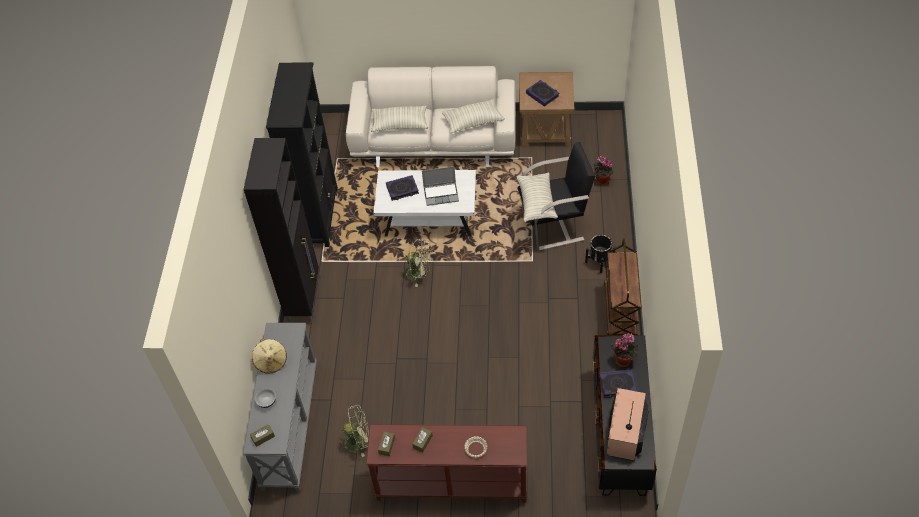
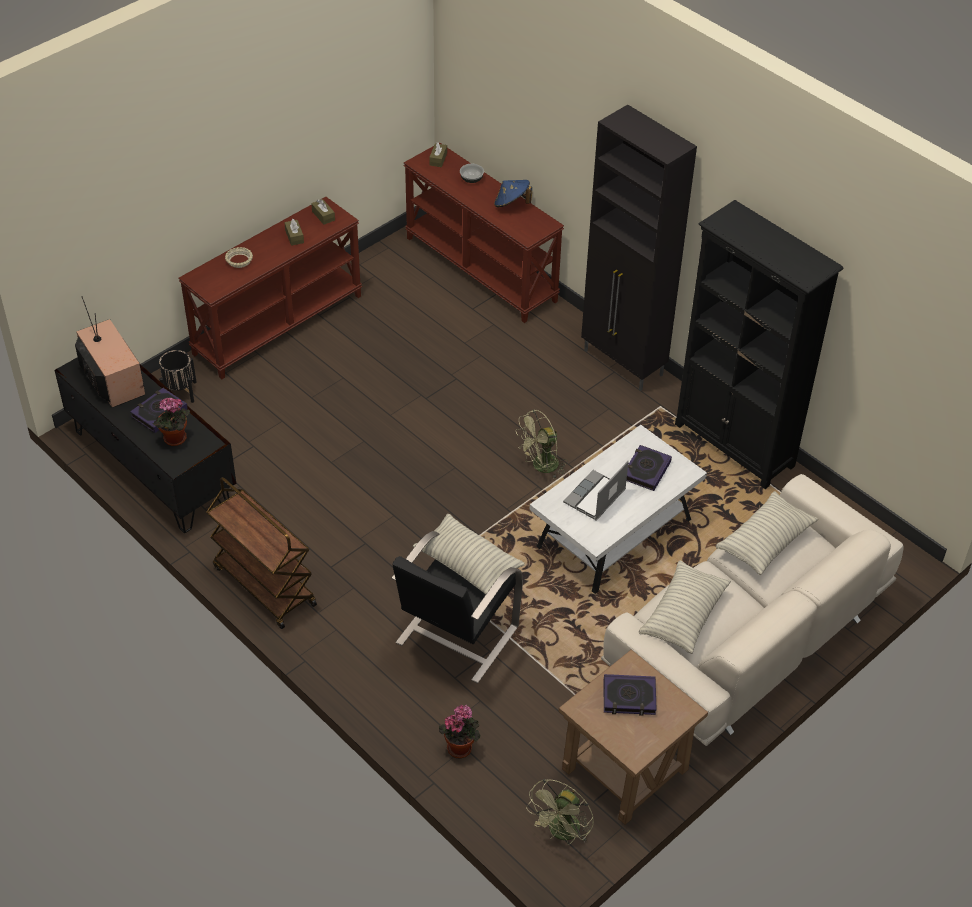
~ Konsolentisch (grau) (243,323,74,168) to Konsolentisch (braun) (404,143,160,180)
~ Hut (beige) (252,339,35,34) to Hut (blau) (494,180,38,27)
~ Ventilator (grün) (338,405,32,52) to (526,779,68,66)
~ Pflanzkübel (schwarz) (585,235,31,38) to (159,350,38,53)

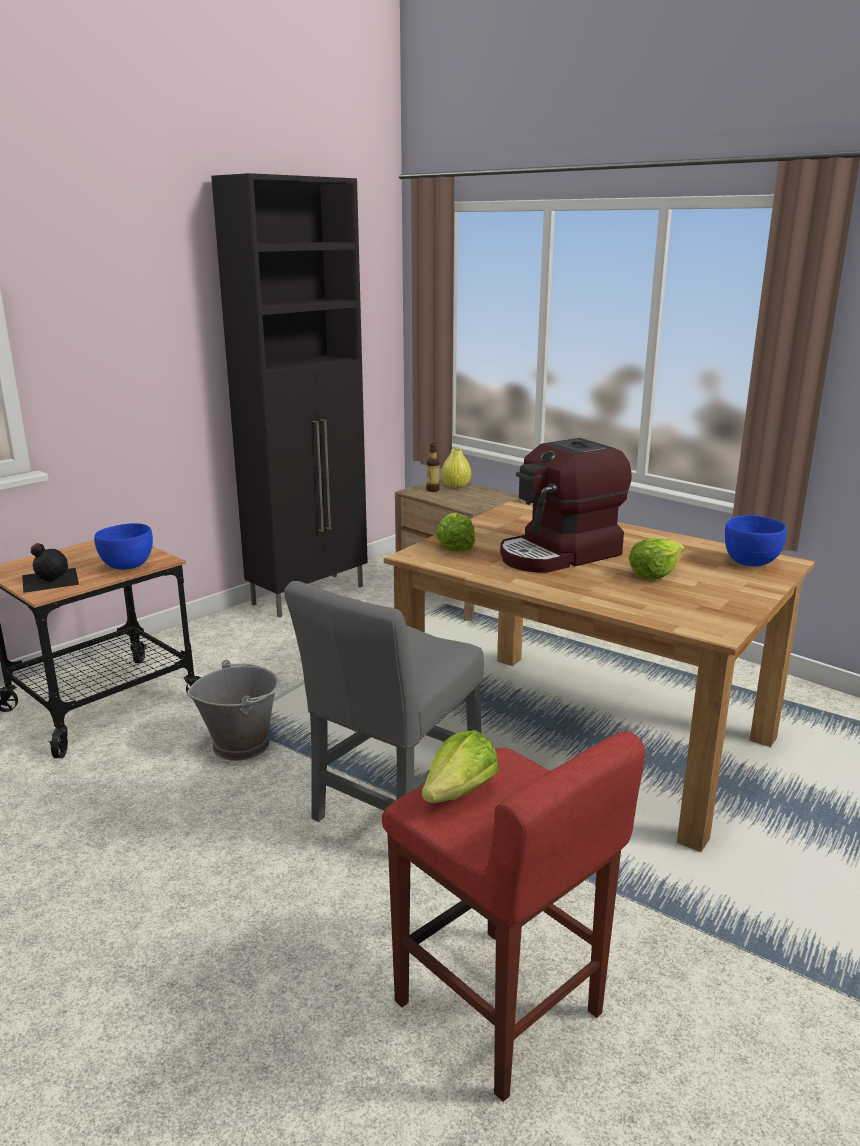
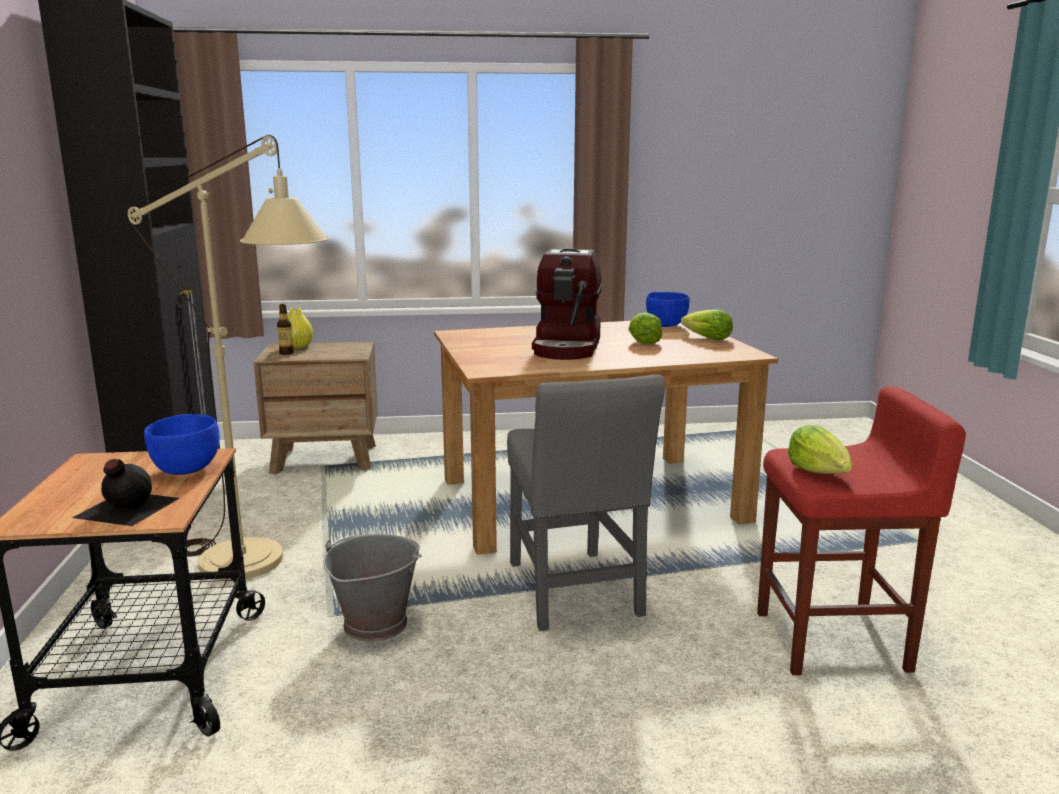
~ Salatkopf (435,513,40,39) to (681,310,52,30)
+ Stehlampe (beige) (128,135,201,445)

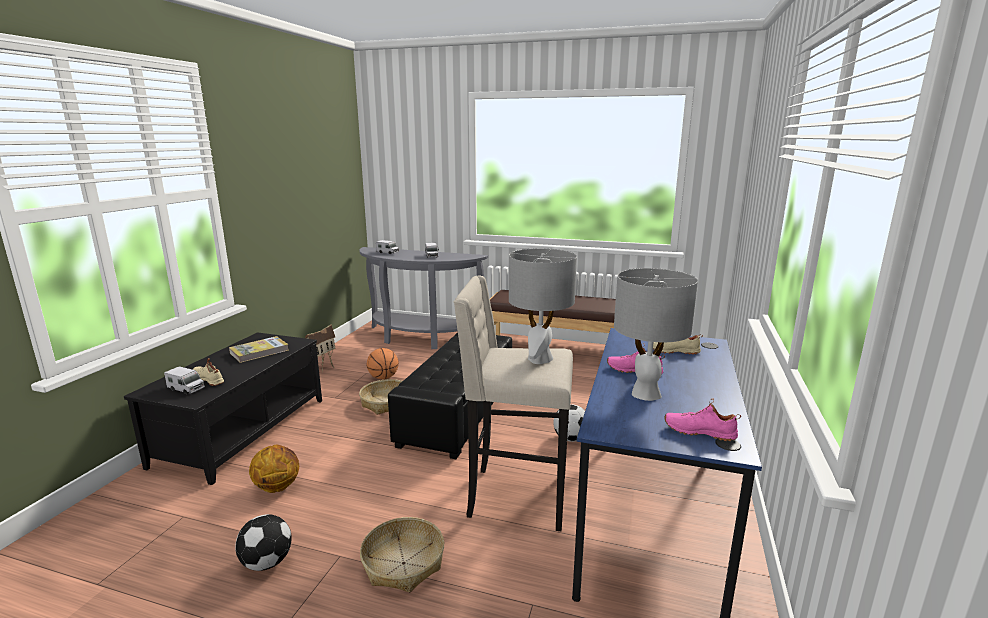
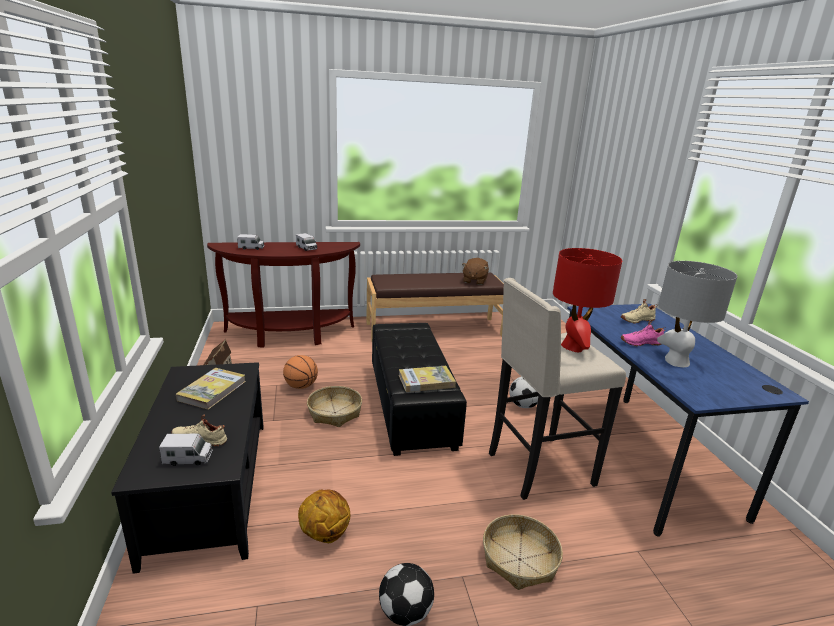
~ Konsolentisch (grau) (359,247,129,102) to Konsolentisch (braun) (207,242,153,106)
~ Tischlampe (grau) (509,248,68,116) to Tischlampe (rot) (553,248,69,104)
- Schuh (rosa) (665,399,76,42)
+ Buch (399,366,57,26)
+ Plüschtier (braun) (462,258,27,27)

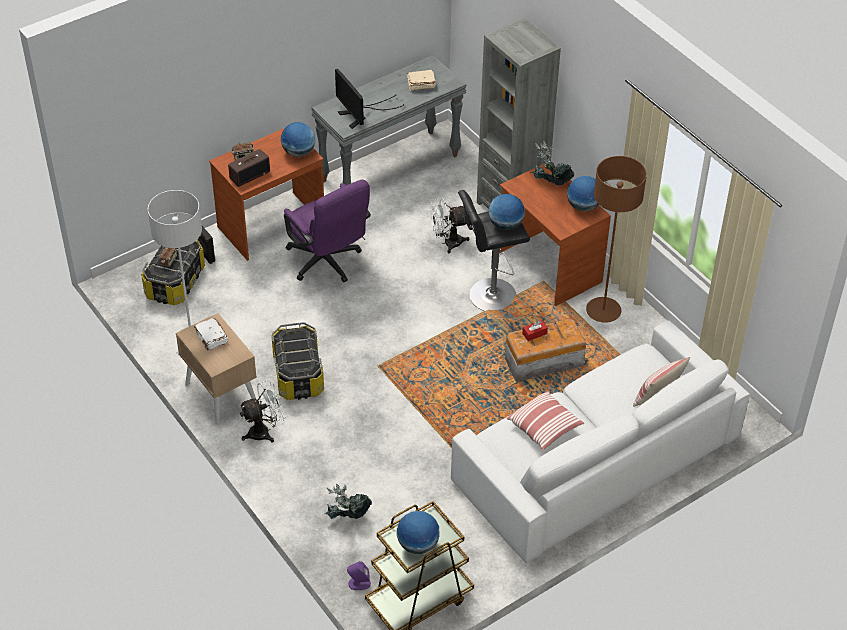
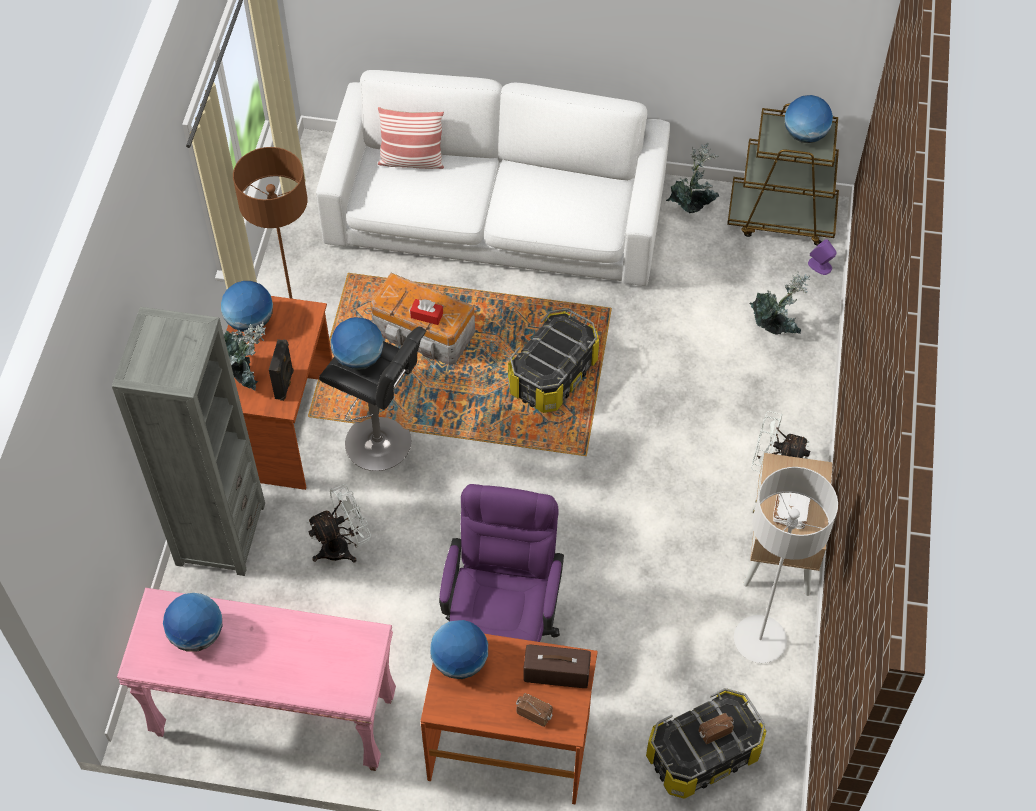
~ Lautsprecher (schwarz) (198,226,17,38) to (269,339,25,62)
~ Aufbewahrungsbox (271,322,53,78) to (508,308,91,105)
~ Konsolentisch (grau) (311,55,155,130) to Konsolentisch (rosa) (117,588,279,183)
- Monitor (335,69,69,60)
~ Buch (beige) (407,70,29,21) to Globus (163,593,59,59)
~ Ventilator (weiß) (430,198,39,55) = (307,484,64,79) 60 degrees counterclockwise
- Kissen (507,391,77,60)
+ Topfpflanze (666,143,53,71)

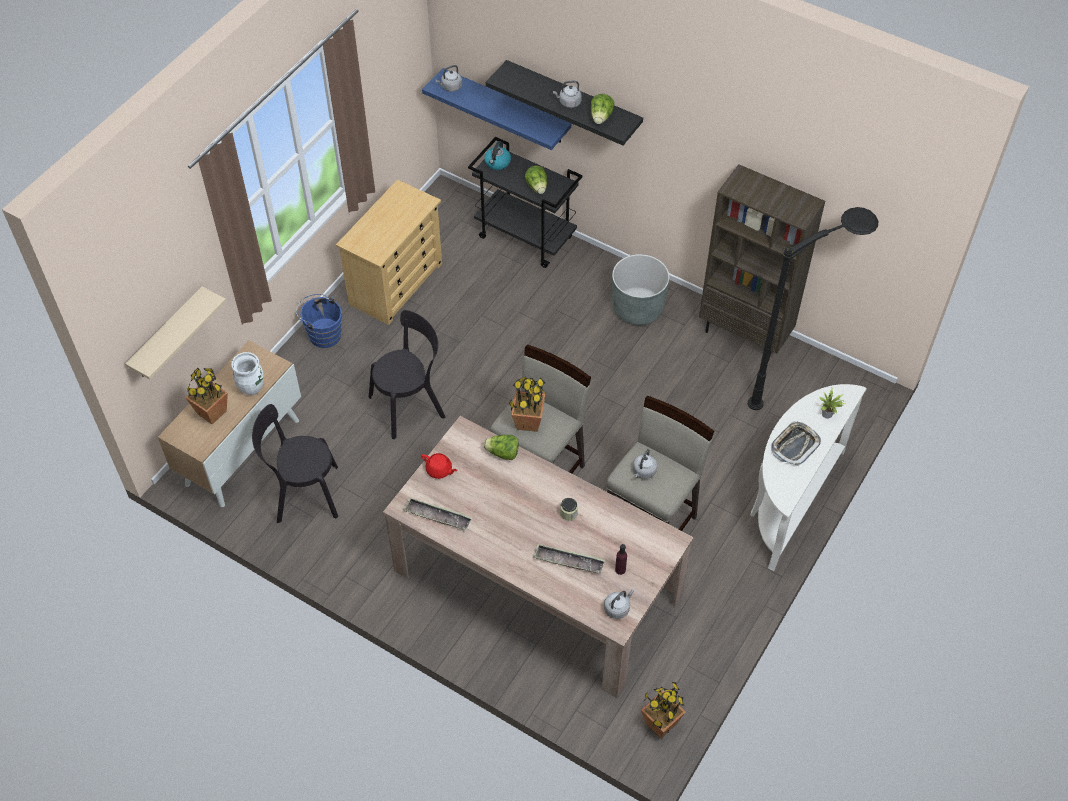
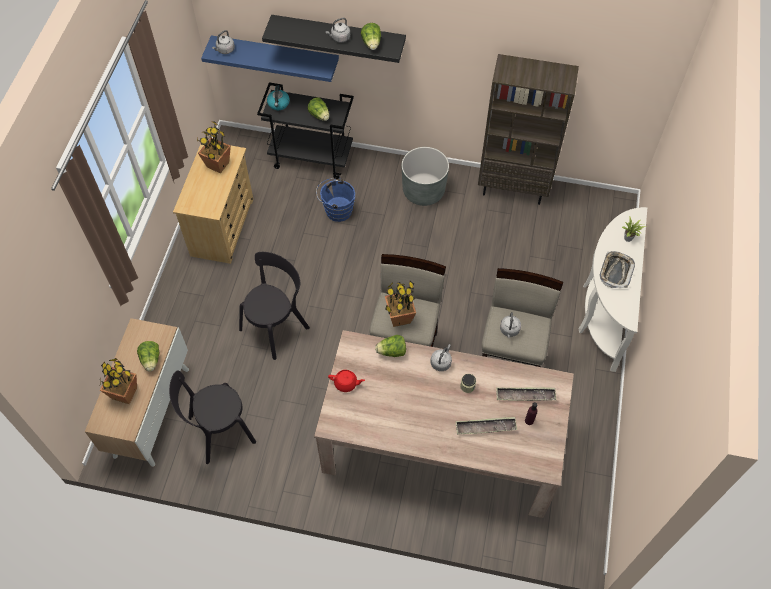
- Wandregal (beige) (125,287,101,92)
~ Vase (weiß) (231,352,33,43) to Salatkopf (137,341,23,30)
~ Eimer (blau) (296,294,46,54) to (316,178,39,44)
~ Tablett (403,497,69,33) to (496,387,60,14)
~ Wasserkessel (grau) (604,589,30,30) to (431,344,21,27)
~ Topfpflanze (641,682,45,56) to (197,122,34,51)
- Stehlampe (schwarz) (748,207,130,203)

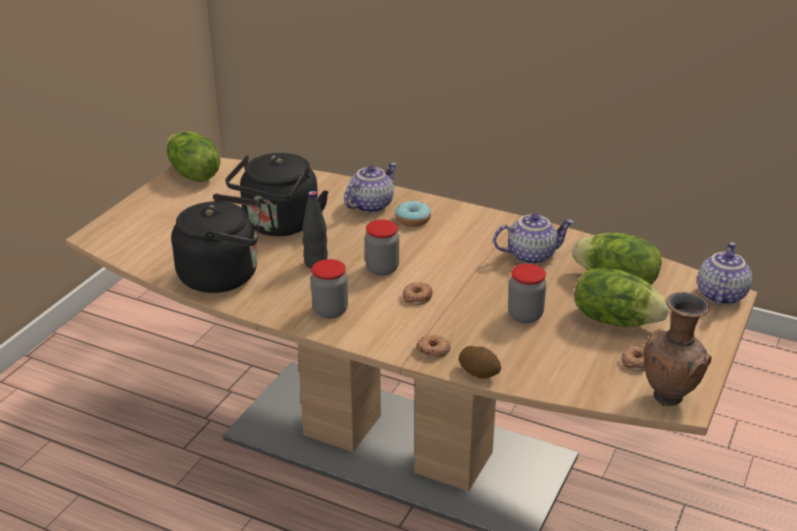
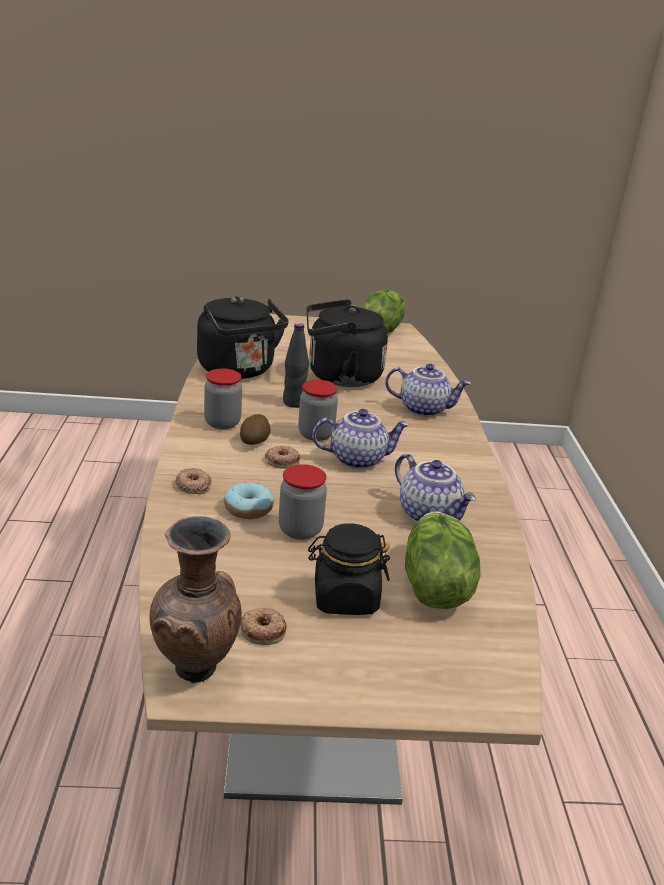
~ Donut (395,201,36,26) to (224,482,50,37)
~ Kartoffel (459,346,42,33) to (240,414,31,31)
~ Salatkopf (575,268,94,59) to Vorratsglas (schwarz) (308,523,82,92)
~ Teekanne (697,242,55,63) to (312,409,97,60)

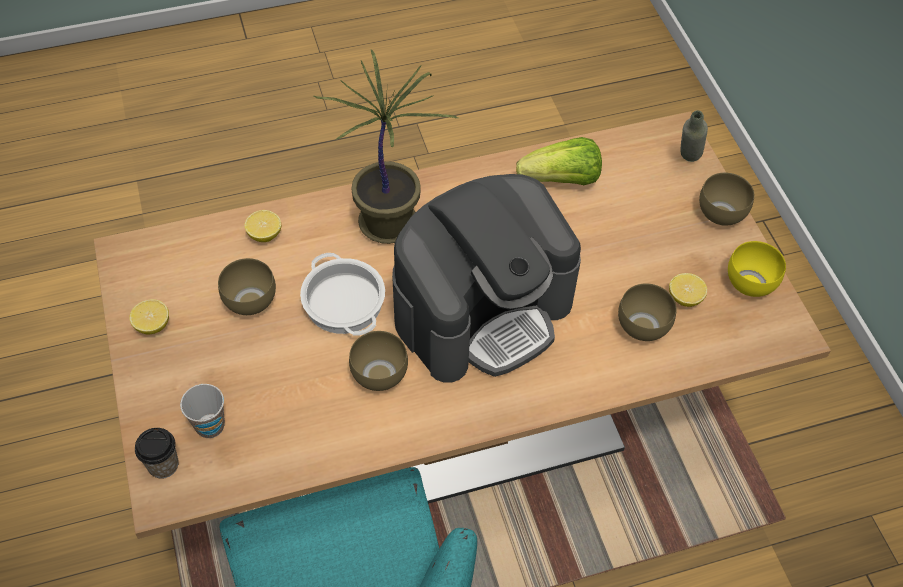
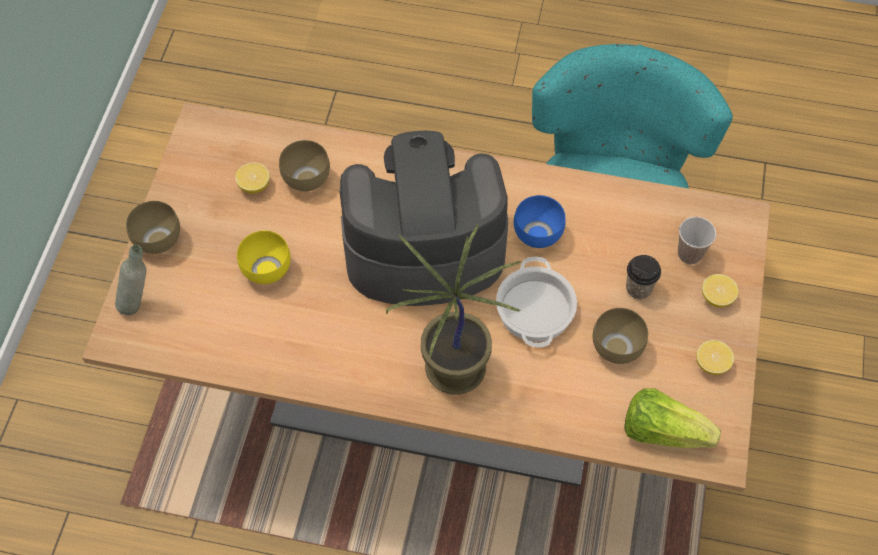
~ Tasse (135,428,44,51) to (626,255,35,44)
~ Zitrone (245,210,36,32) to (702,274,37,33)
~ Schüssel (braun) (349,331,59,60) to Schüssel (blau) (514,195,52,53)
~ Salatkopf (516,137,86,48) to (624,388,97,60)
~ Schüssel (gelb) (728,241,58,56) to (237,230,54,54)

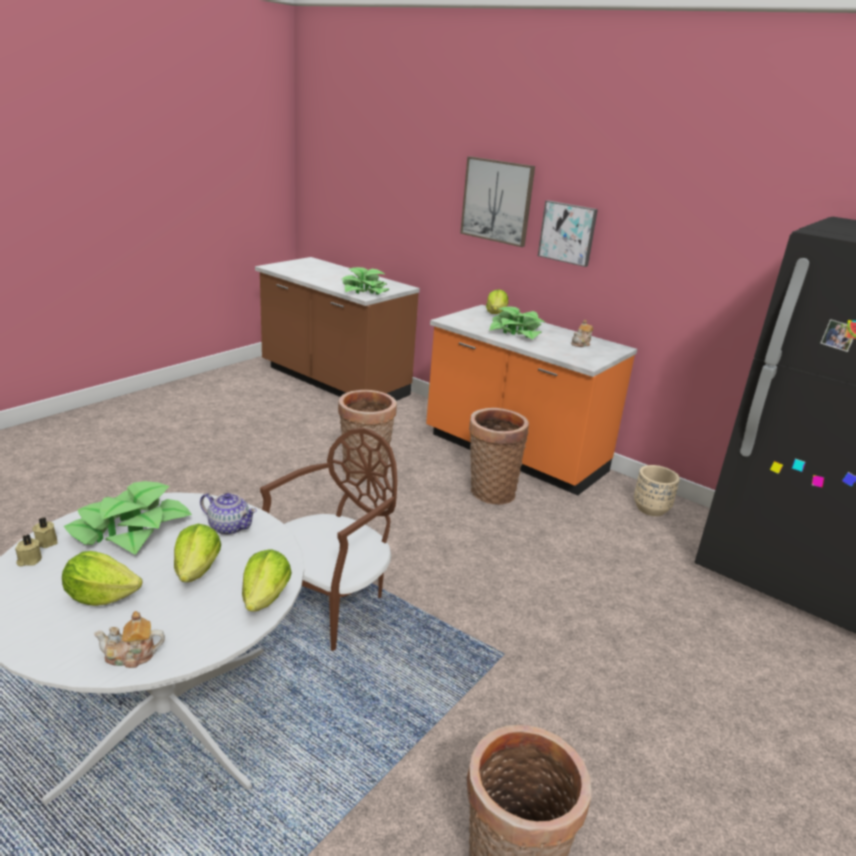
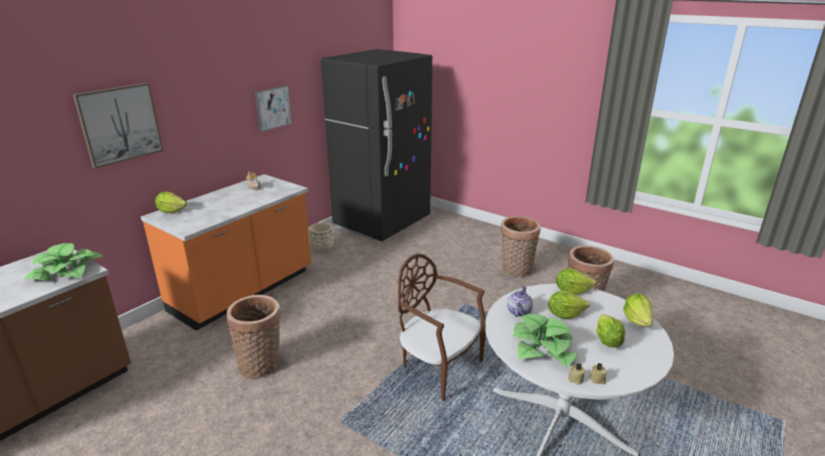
~ Teekanne (94,611,71,57) to Salatkopf (623,293,31,34)
~ Korb (469,408,60,97) to (501,216,39,61)
- Topfpflanze (489,306,56,34)
~ Bild (538,200,60,67) to (255,86,37,46)

